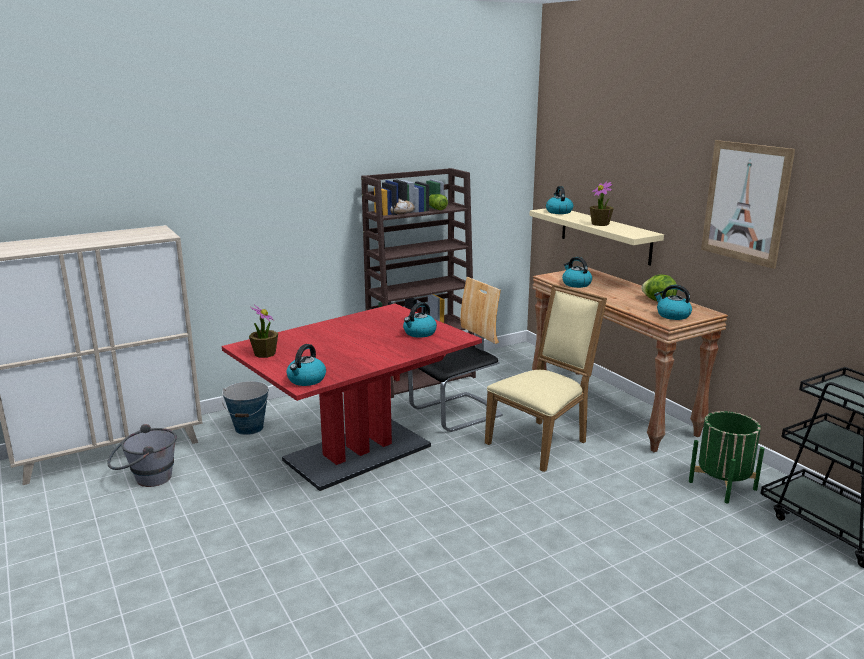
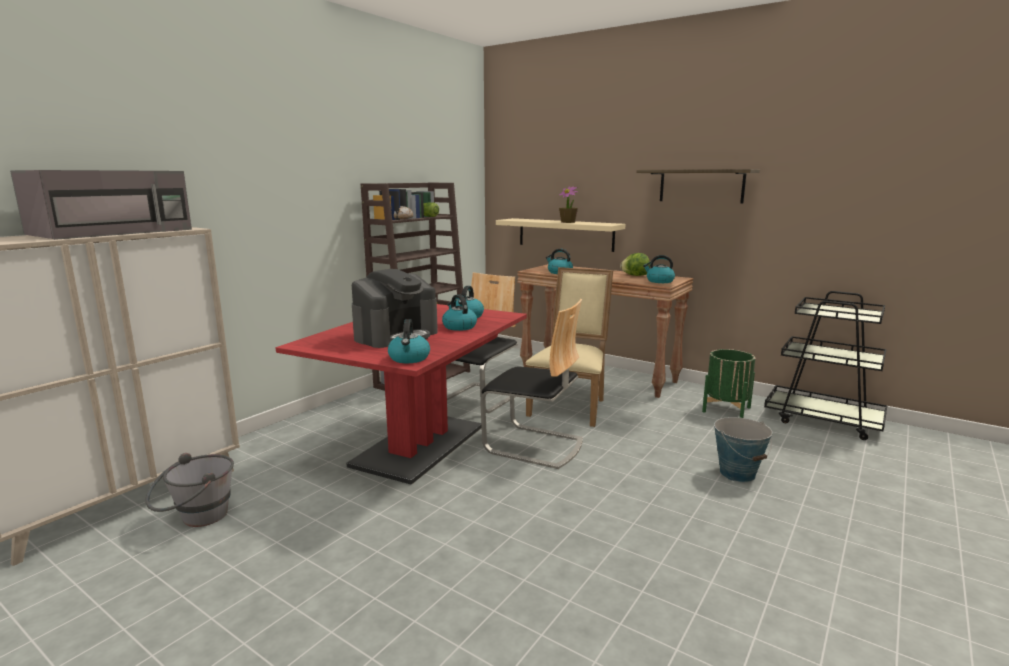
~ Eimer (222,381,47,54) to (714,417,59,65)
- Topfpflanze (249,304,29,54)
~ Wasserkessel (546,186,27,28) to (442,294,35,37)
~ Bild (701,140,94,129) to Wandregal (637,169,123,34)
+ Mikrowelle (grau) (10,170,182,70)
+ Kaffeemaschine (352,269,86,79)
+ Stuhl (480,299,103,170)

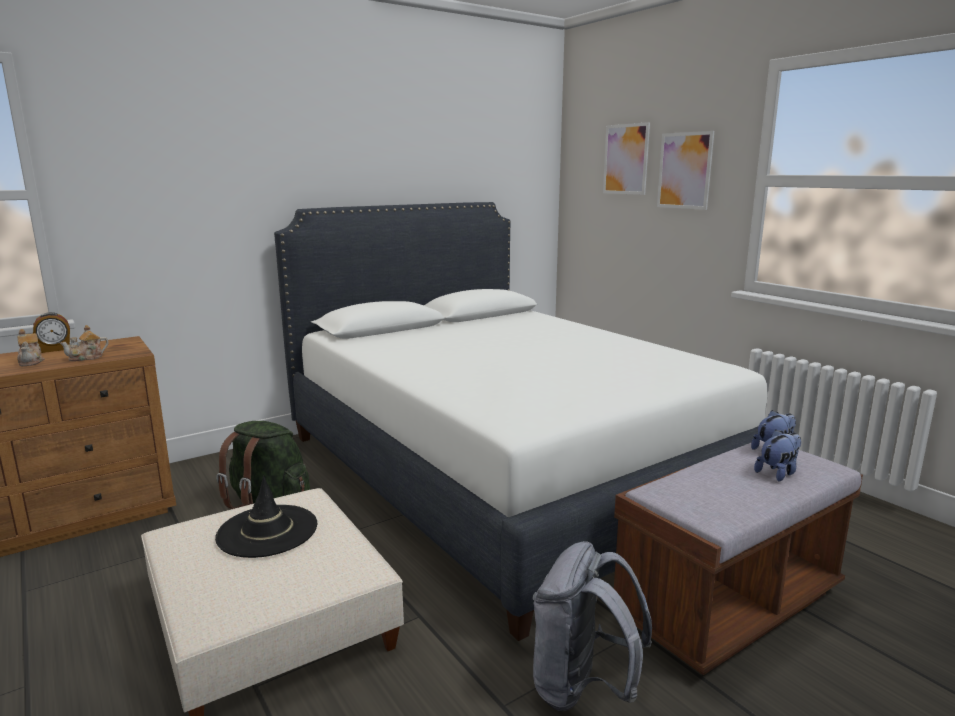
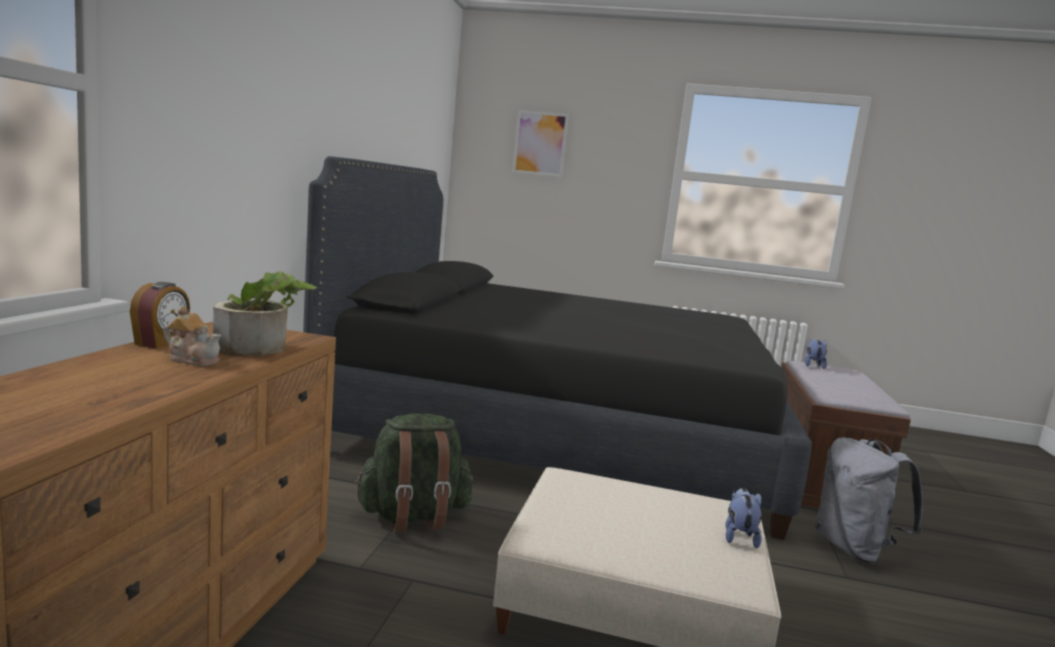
~ Teekanne (60,325,49,36) to Topfpflanze (213,271,104,85)
- Hut (schwarz) (215,476,102,82)
~ Bett (weiß) (274,202,520,439) to Bett (schwarz) (303,156,509,384)
- Bild (657,131,57,79)
~ Plüschtier (754,430,47,51) to (726,488,36,60)

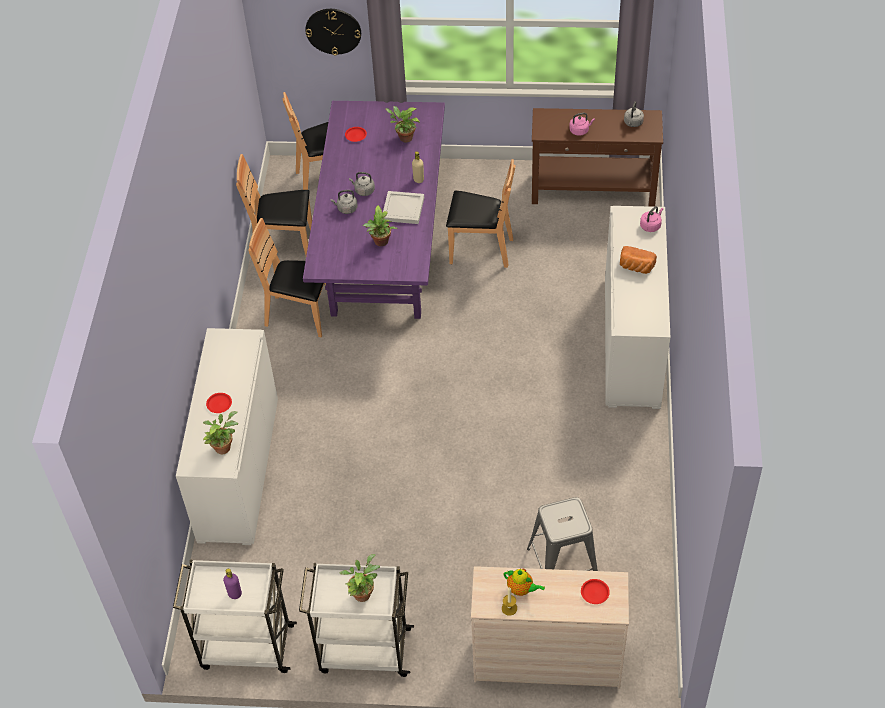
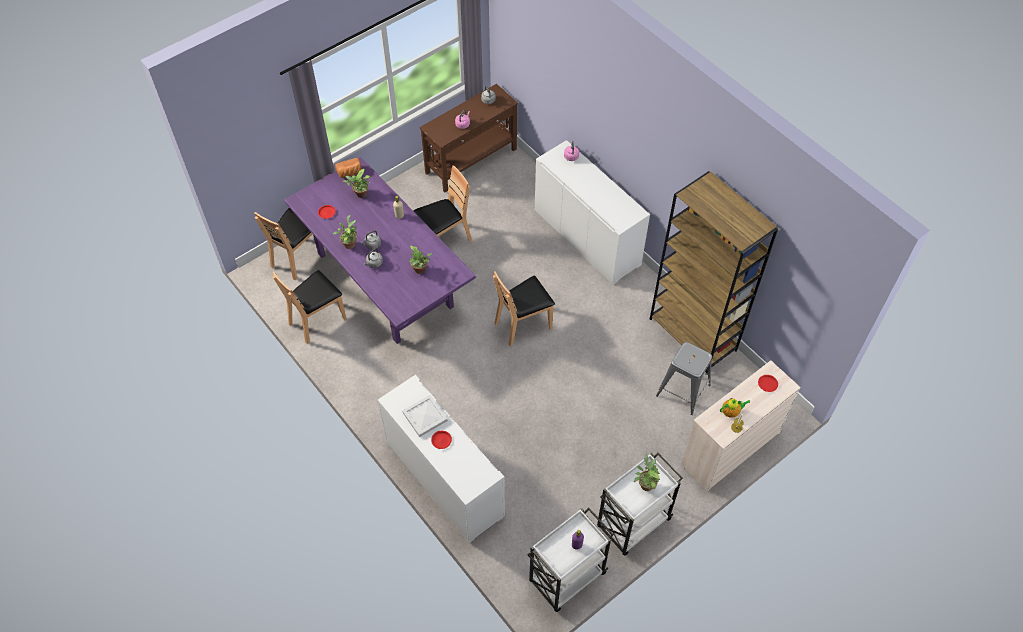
~ Topfpflanze (203,411,35,43) to (333,215,24,34)
~ Stuhl (braun) (248,218,78,119) to (493,271,62,76)
- Wanduhr (305,9,56,46)
~ Tablett (weiß) (382,191,42,33) to (402,395,46,42)
~ Brot (620,246,37,28) to (335,158,27,20)
+ Bücherregal (braun) (650,171,128,202)

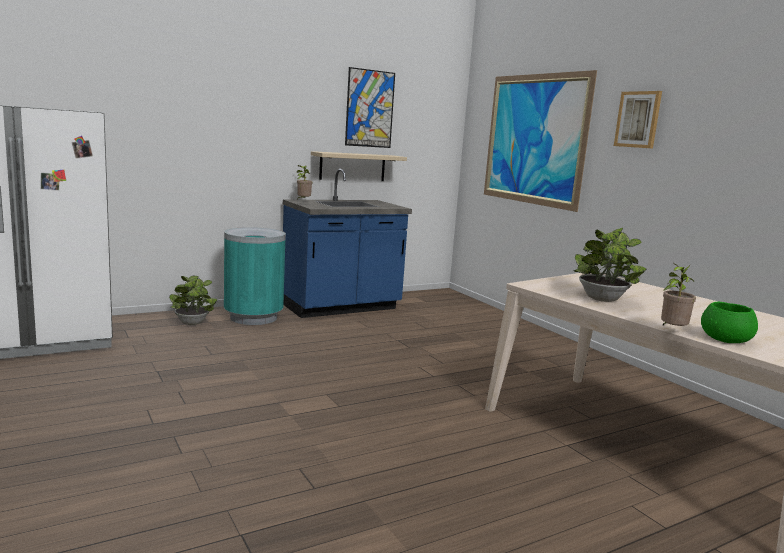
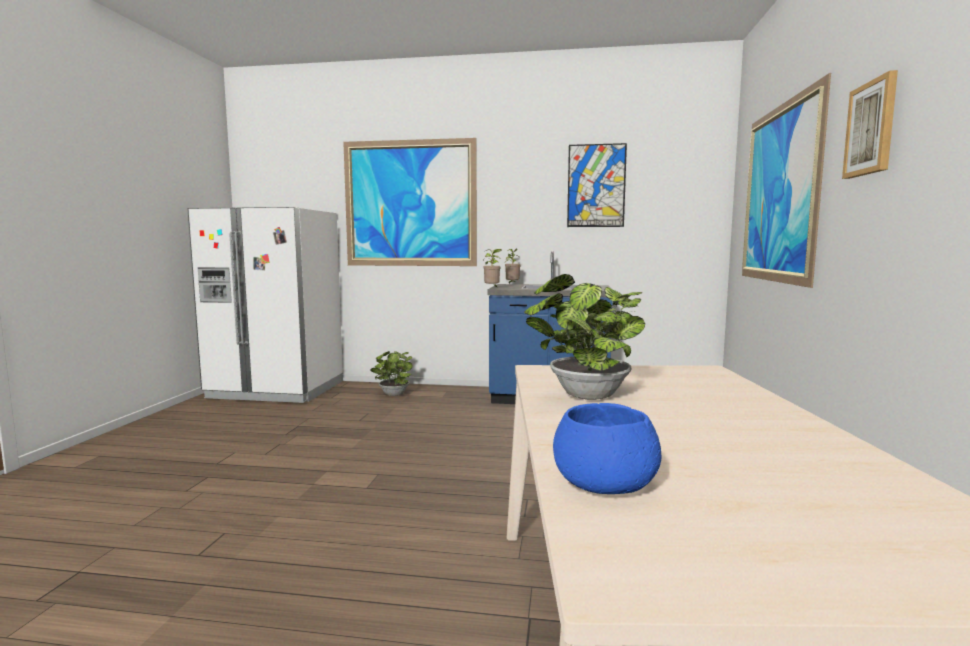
- Mülleimer (türkis) (224,227,62,98)
- Wandregal (beige) (311,151,96,30)
~ Topfpflanze (661,263,35,63) to (483,249,18,38)
~ Schüssel (grün) (701,302,57,41) to Schüssel (blau) (553,403,108,91)
+ Bild (343,138,134,128)

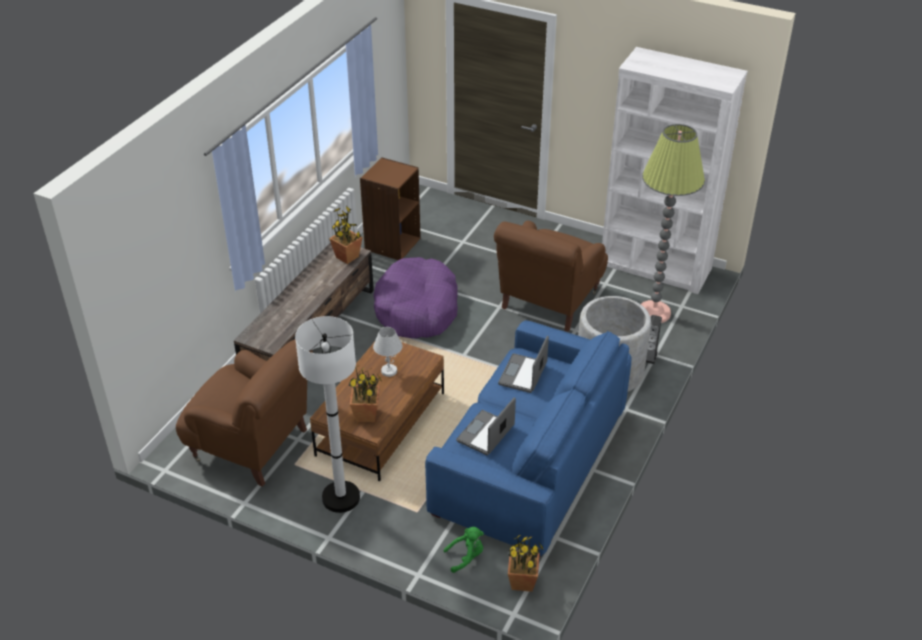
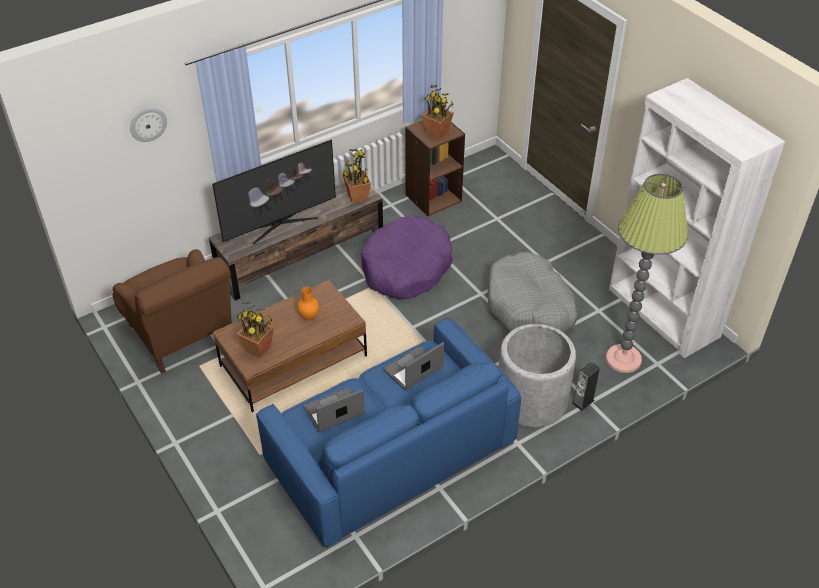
- Stehlampe (weiß) (295,316,65,197)
~ Tischlampe (weiß) (373,327,30,50) to Vase (orange) (297,287,22,33)
- Plüschtier (grün) (443,527,41,46)
~ Sessel (braun) (494,221,114,111) to Hundebett (grau) (487,252,90,81)
~ Topfpflanze (508,534,36,58) to (422,85,31,55)
+ Wanduhr (130,108,37,34)
+ Fernseher (212,140,124,105)

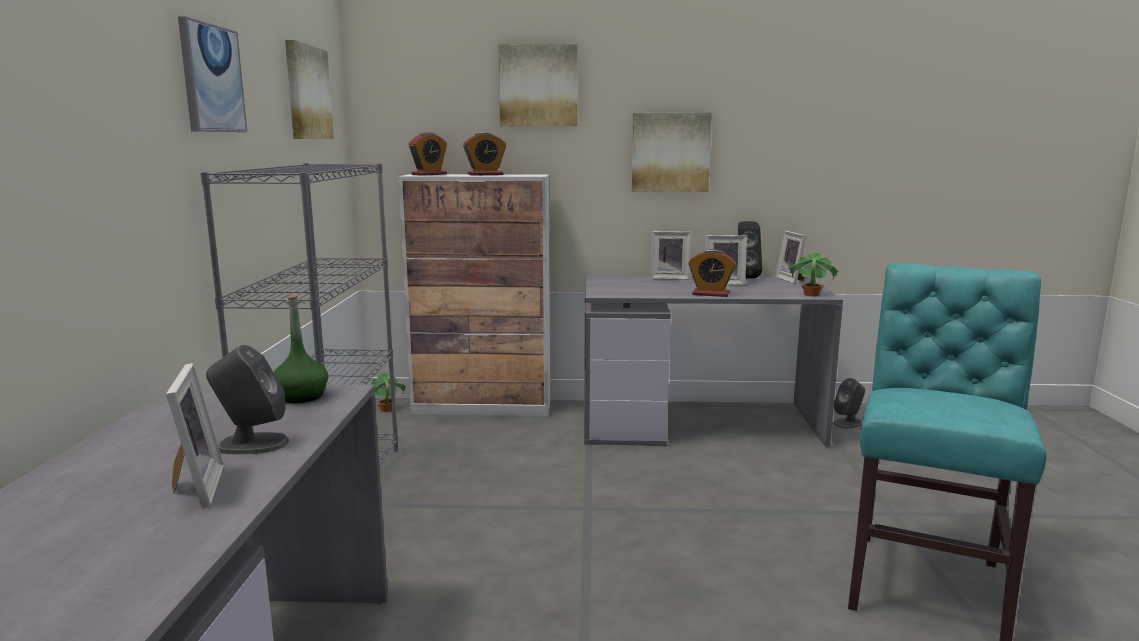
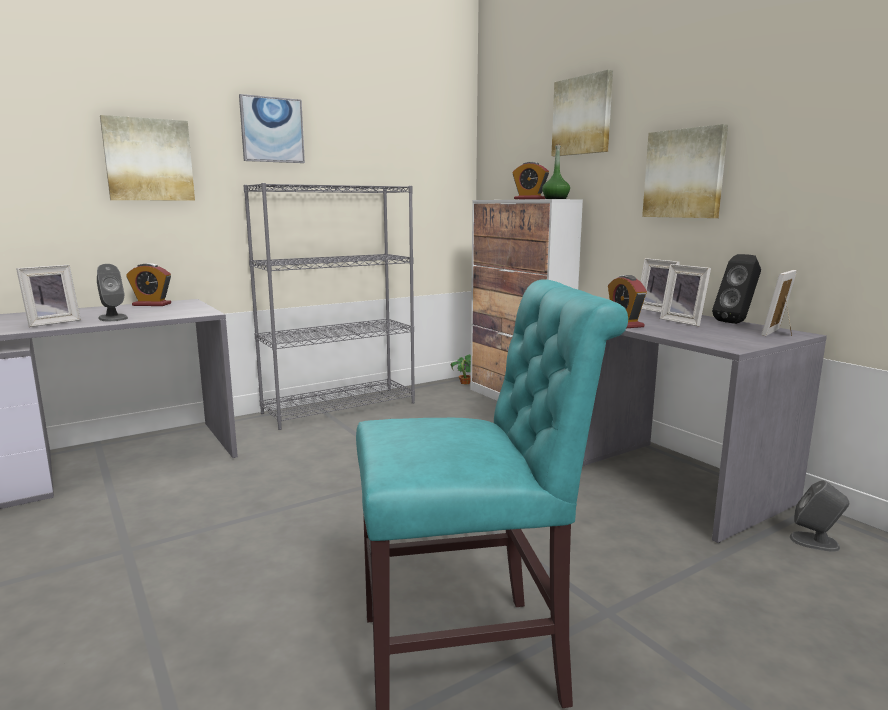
~ Flasche (grün) (274,295,54,108) to (542,144,28,55)
~ Bild (285,40,49,99) to (100,115,95,86)
~ Wecker (409,132,38,44) to (126,263,45,43)
- Topfpflanze (788,251,51,45)

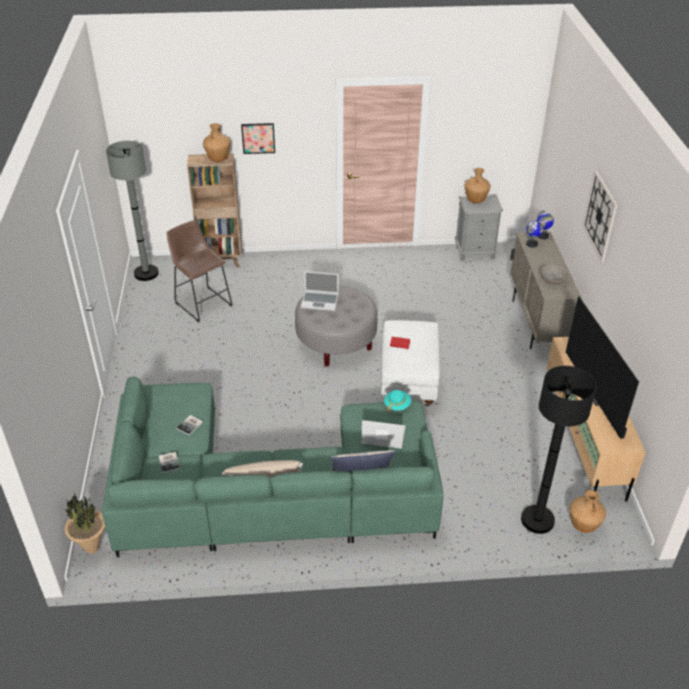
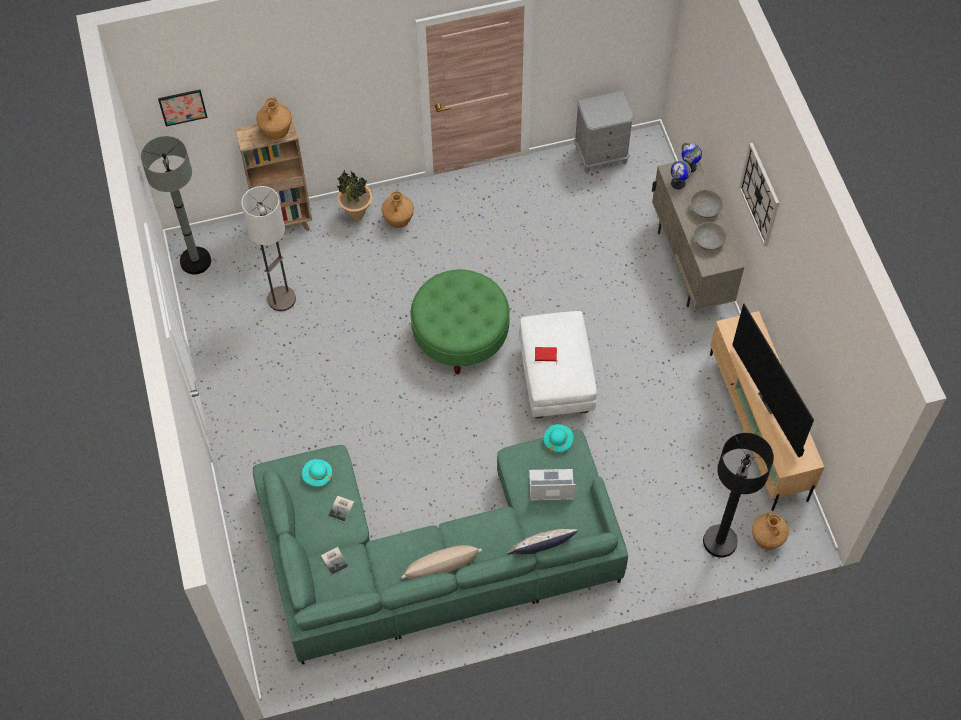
~ Topfpflanze (65,493,40,61) to (336,170,37,51)
~ Hocker (braun) (167,220,65,103) to Stehlampe (241,186,55,125)
~ Bild (241,123,34,31) to (158,89,49,37)
~ Polsterhocker (grau) (295,285,83,82) to Polsterhocker (grün) (411,269,99,105)
- Laptop (301,271,37,40)
~ Vase (braun) (464,168,27,35) to (381,190,33,38)
+ Hut (türkis) (302,459,30,28)
+ Schüssel (grau) (690,190,33,29)

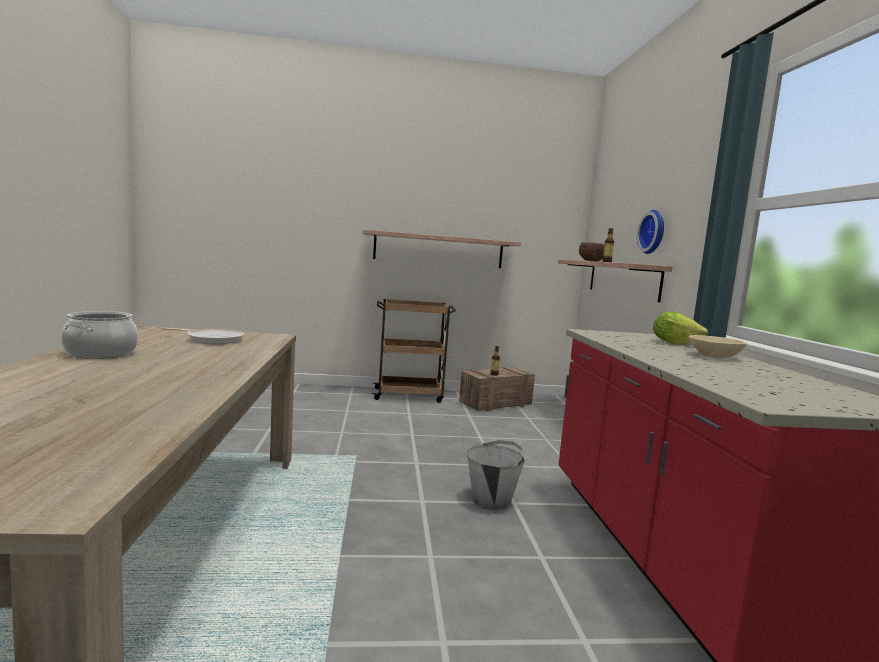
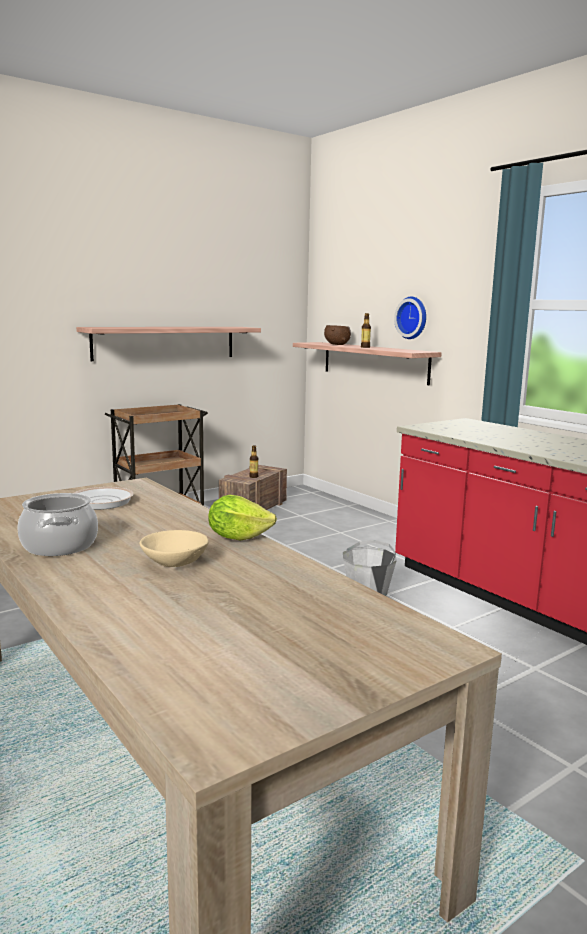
~ Salatkopf (653,311,55,34) to (208,495,69,45)
~ Schüssel (beige) (689,335,57,23) to (140,530,69,37)

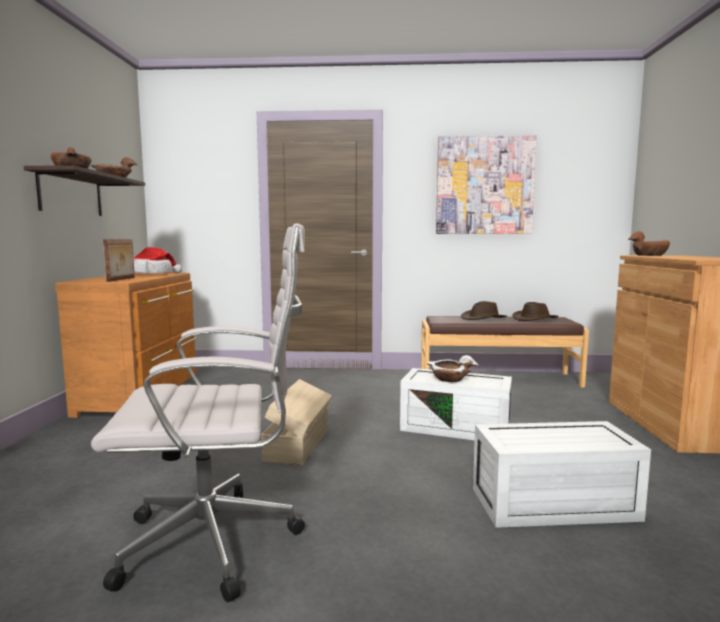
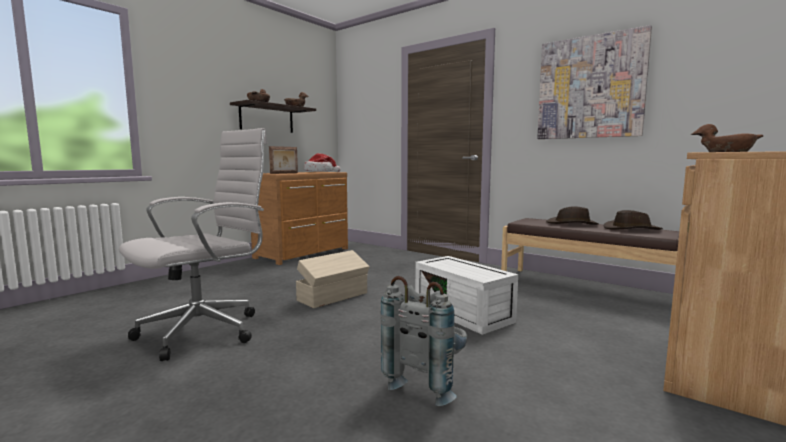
~ Bürostuhl (weiß) (91,223,214,379) = (119,128,148,233) 75 degrees counterclockwise
- Schüssel (weiß) (427,355,52,27)
~ Aufbewahrungsbox (weiß) (473,421,178,107) to Rucksack (grau) (380,276,87,130)

